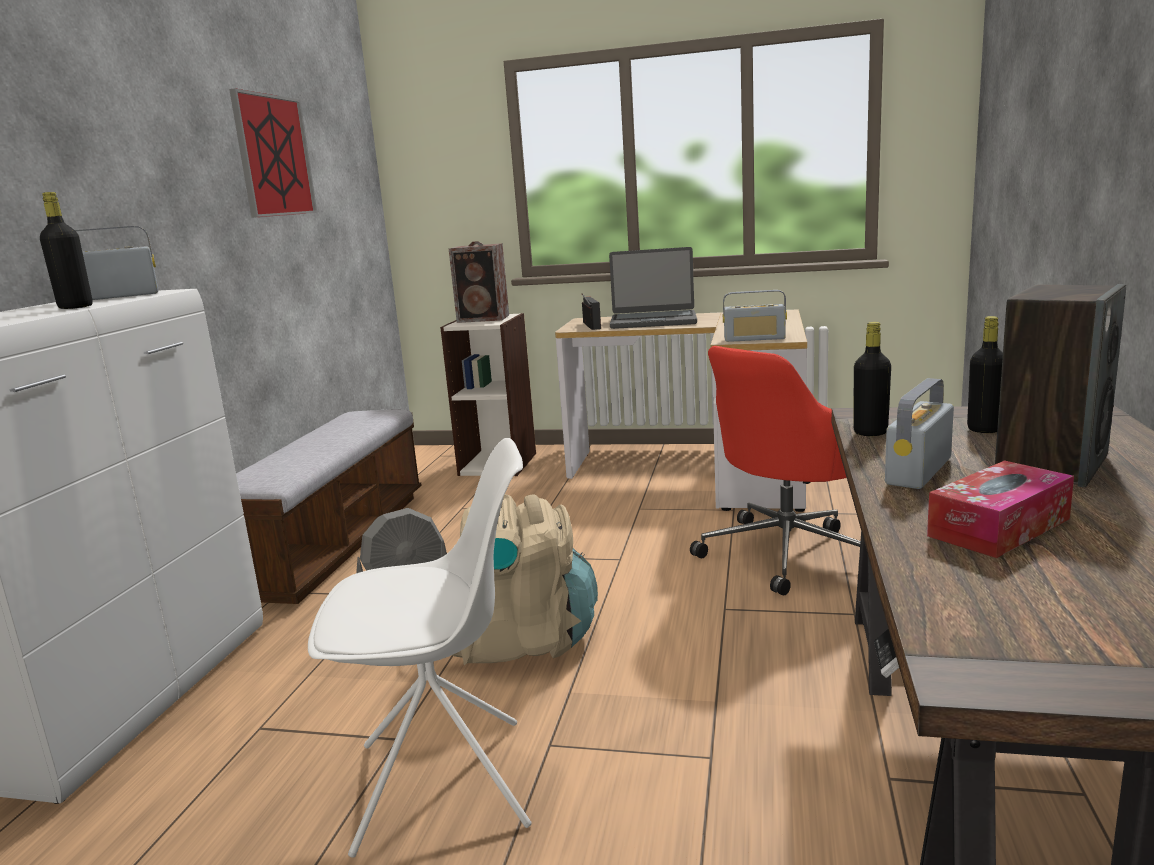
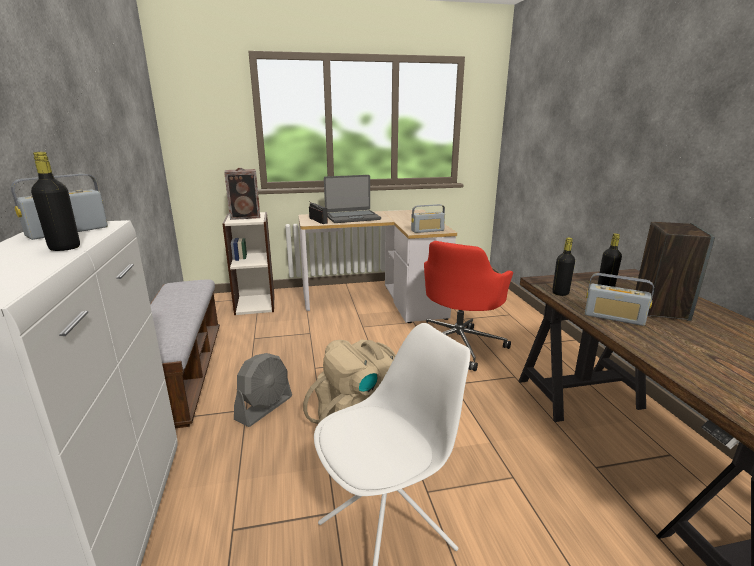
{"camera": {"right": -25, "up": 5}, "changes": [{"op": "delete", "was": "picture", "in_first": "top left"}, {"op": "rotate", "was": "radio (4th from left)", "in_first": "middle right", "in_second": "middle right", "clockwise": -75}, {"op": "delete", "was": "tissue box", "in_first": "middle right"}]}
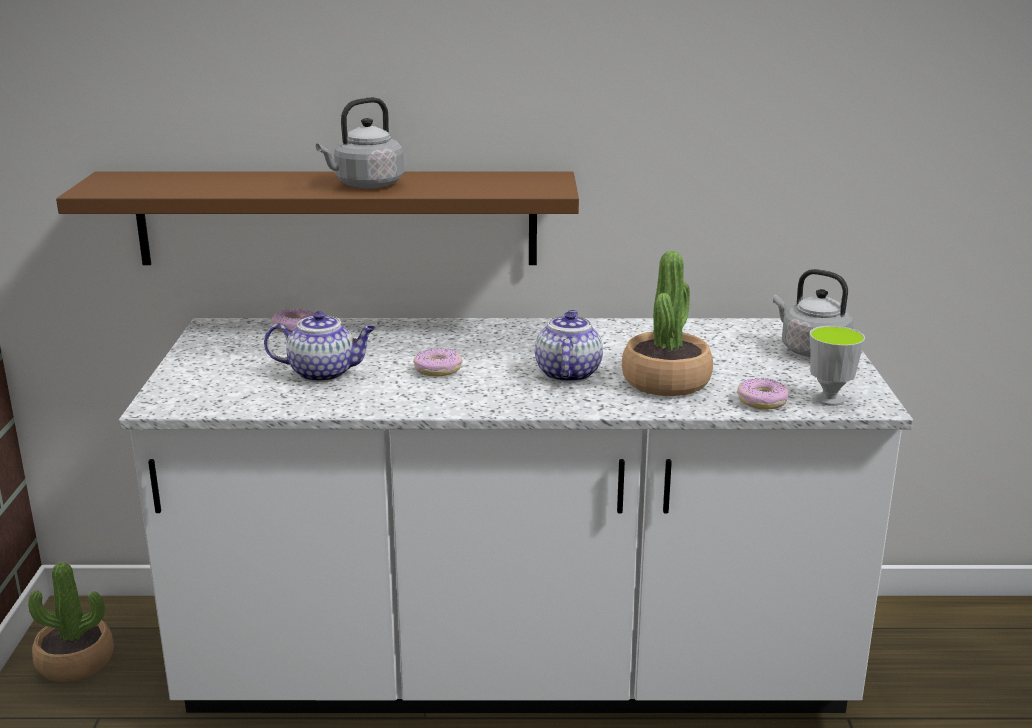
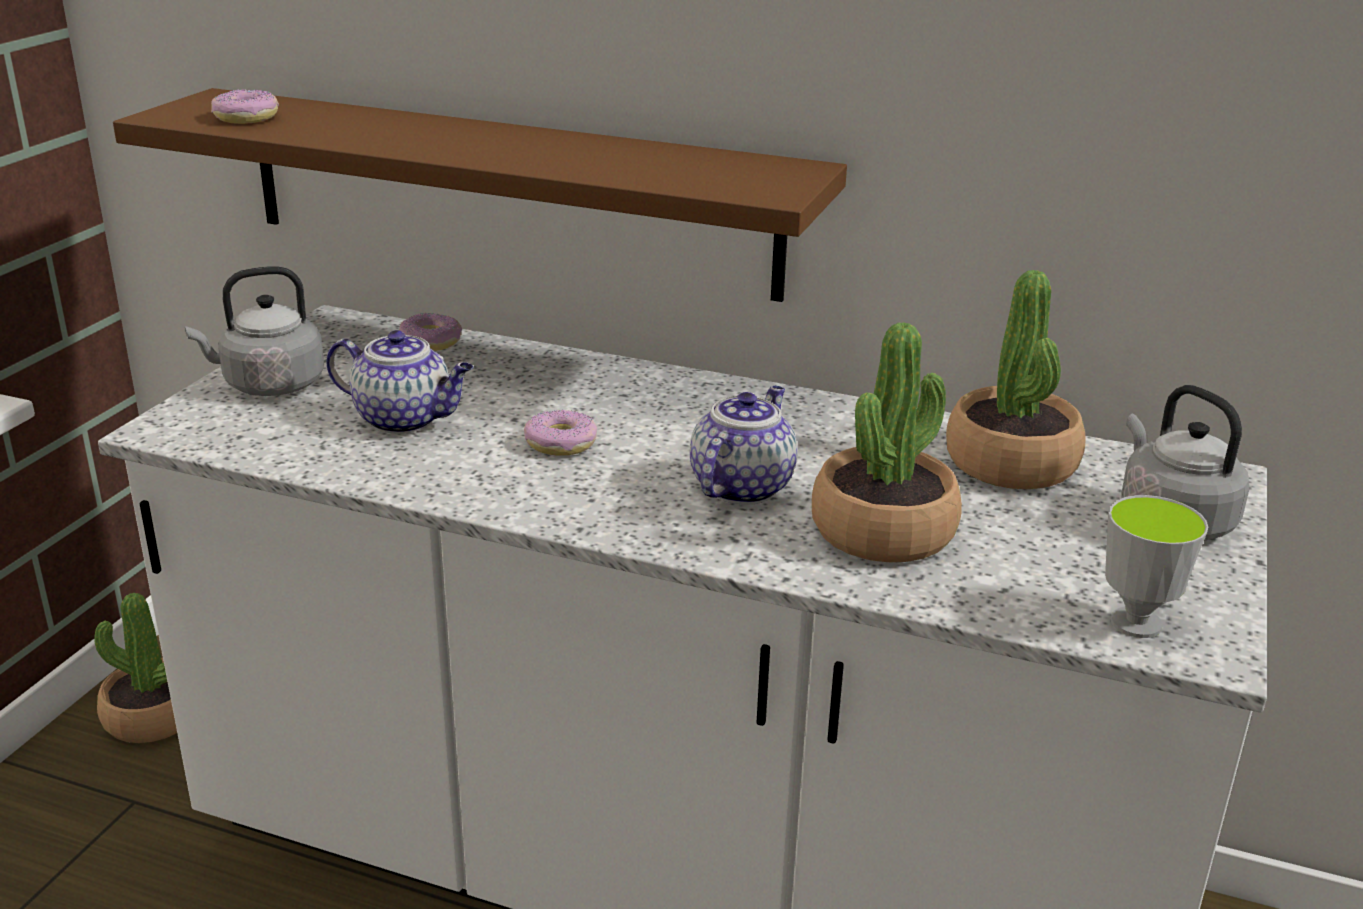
{"camera": {"right": 20, "up": 5}, "changes": [{"op": "move", "was": "grey kettle (1st from left)", "in_first": "top centre", "in_second": "middle left"}, {"op": "move", "was": "donut (3rd from left in the first image)", "now": "donut (1st from left)", "in_first": "middle right", "in_second": "top left"}, {"op": "insert", "now": "potted plant (3rd from left)", "in_second": "middle right"}]}
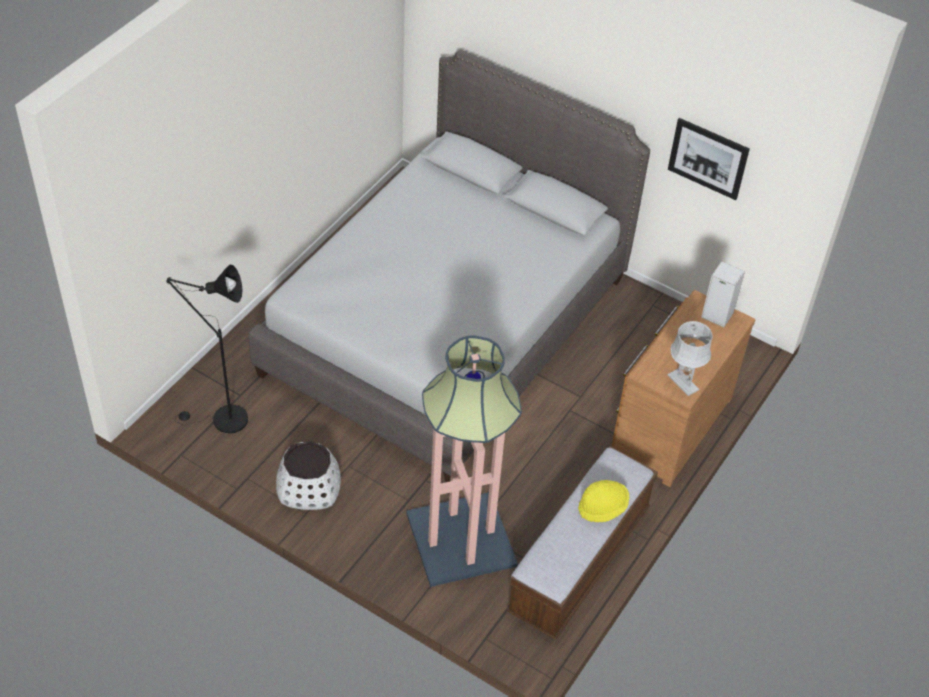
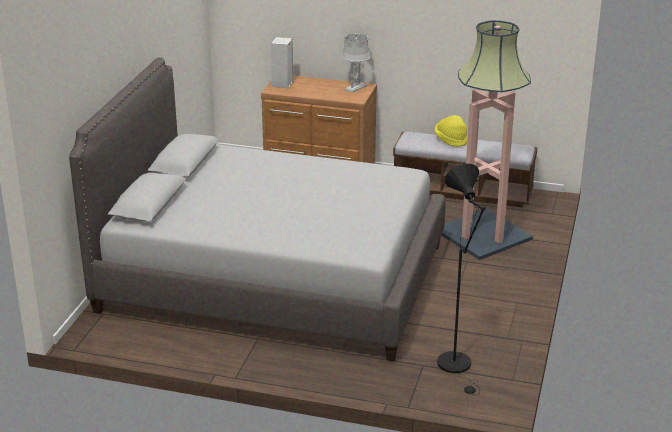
{"camera": {"right": -105, "up": -20}, "changes": [{"op": "delete", "was": "picture", "in_first": "top right"}, {"op": "delete", "was": "white planter", "in_first": "bottom left"}]}
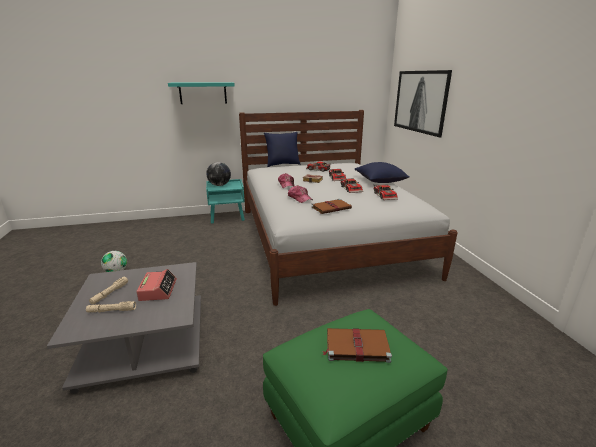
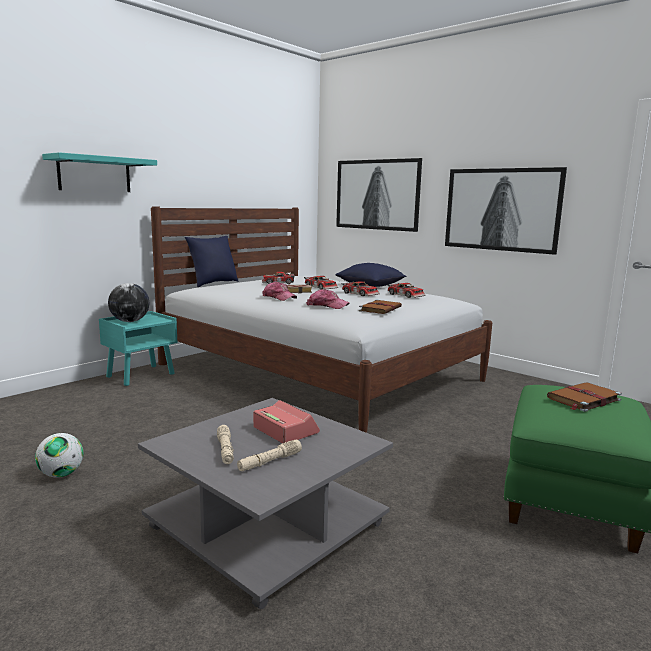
{"camera": {"right": -35, "up": -10}, "changes": [{"op": "insert", "now": "picture (2nd from left)", "in_second": "top right"}]}
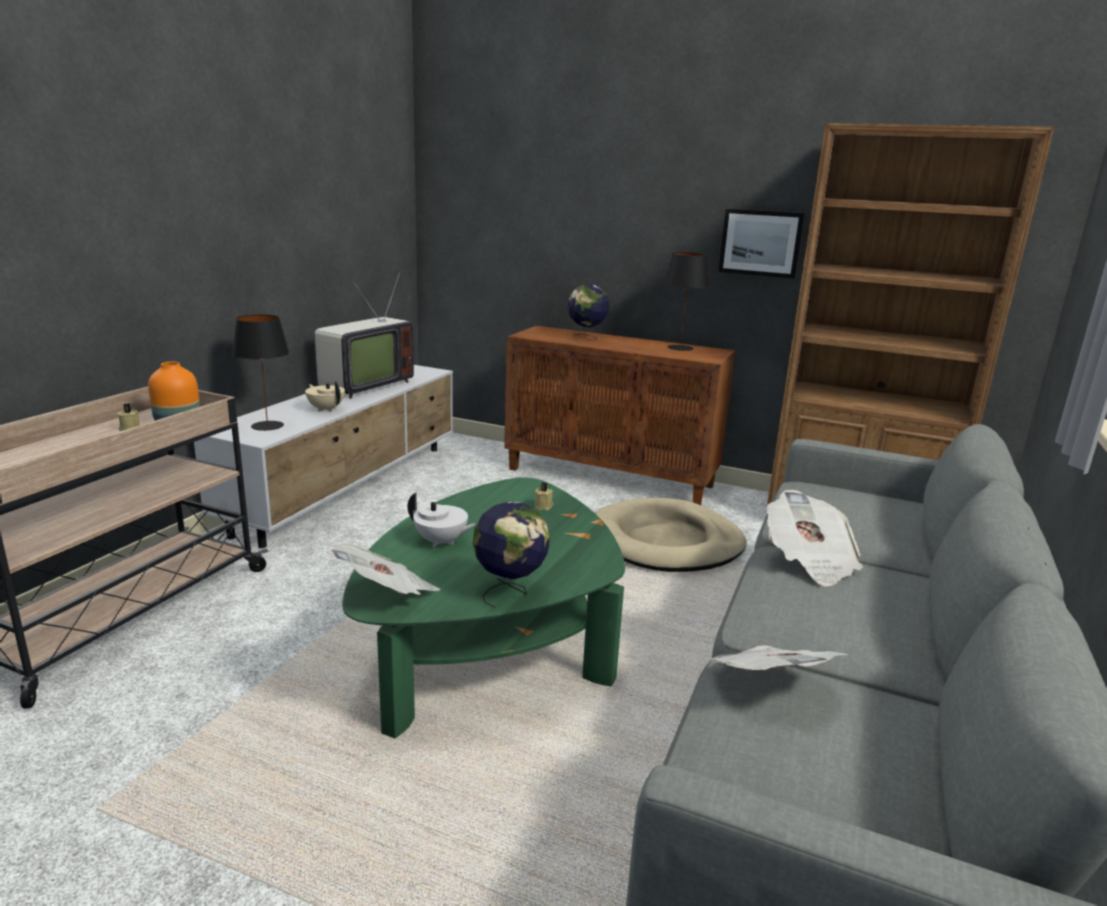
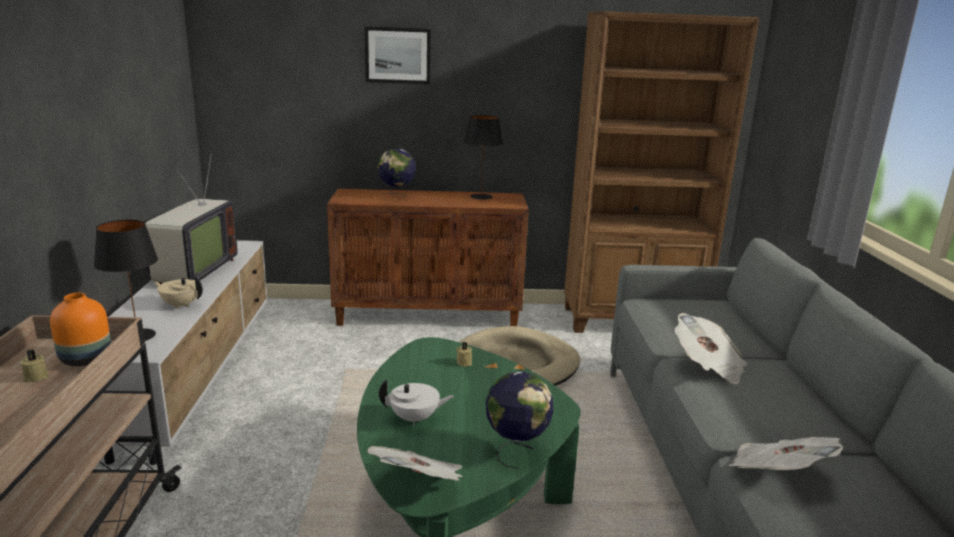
{"camera": {"right": -25, "up": 0}, "changes": [{"op": "move", "was": "picture", "in_first": "top right", "in_second": "top centre"}]}
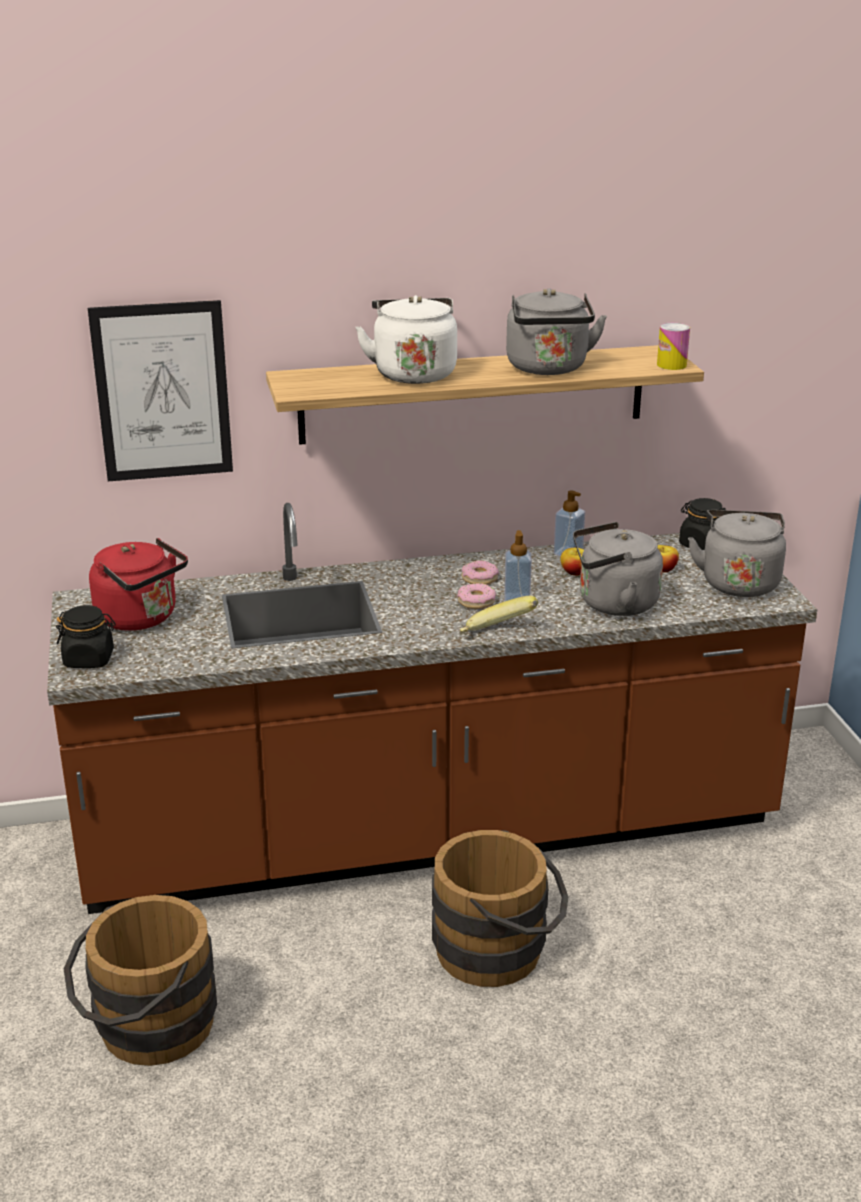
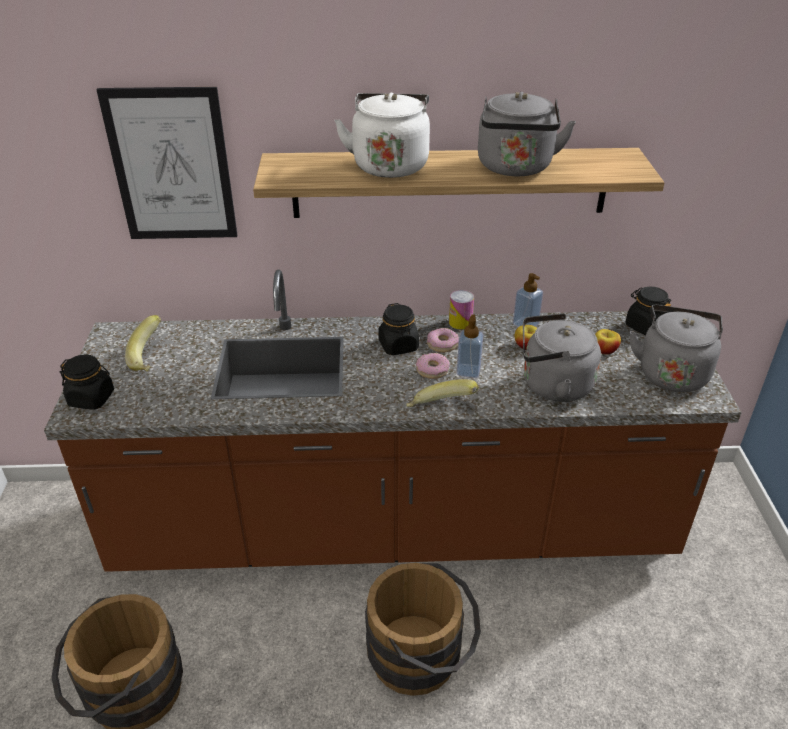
{"camera": {"right": 10, "up": 10}, "changes": [{"op": "move", "was": "can", "in_first": "top right", "in_second": "centre"}, {"op": "replace", "was": "red kettle", "now": "banana (1st from left)", "in_first": "middle left", "in_second": "middle left"}, {"op": "insert", "now": "black jar (2nd from left)", "in_second": "centre"}]}
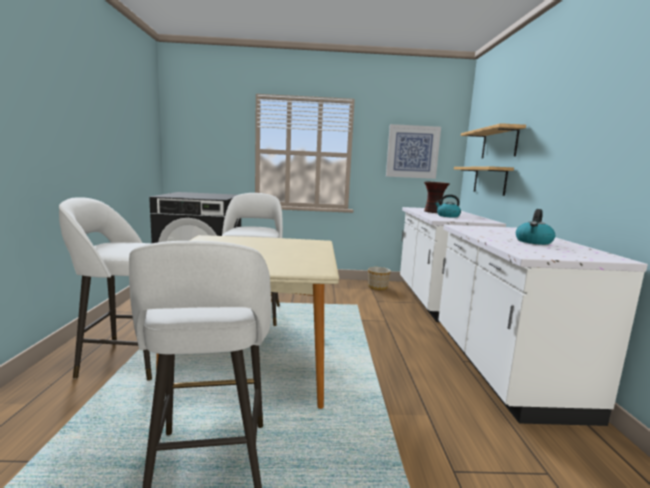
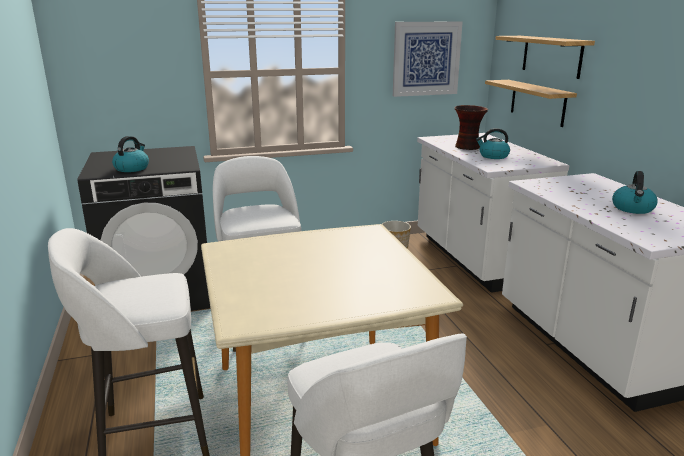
{"camera": {"right": -15, "up": 10}, "changes": [{"op": "insert", "now": "kettle (1st from left)", "in_second": "middle left"}]}
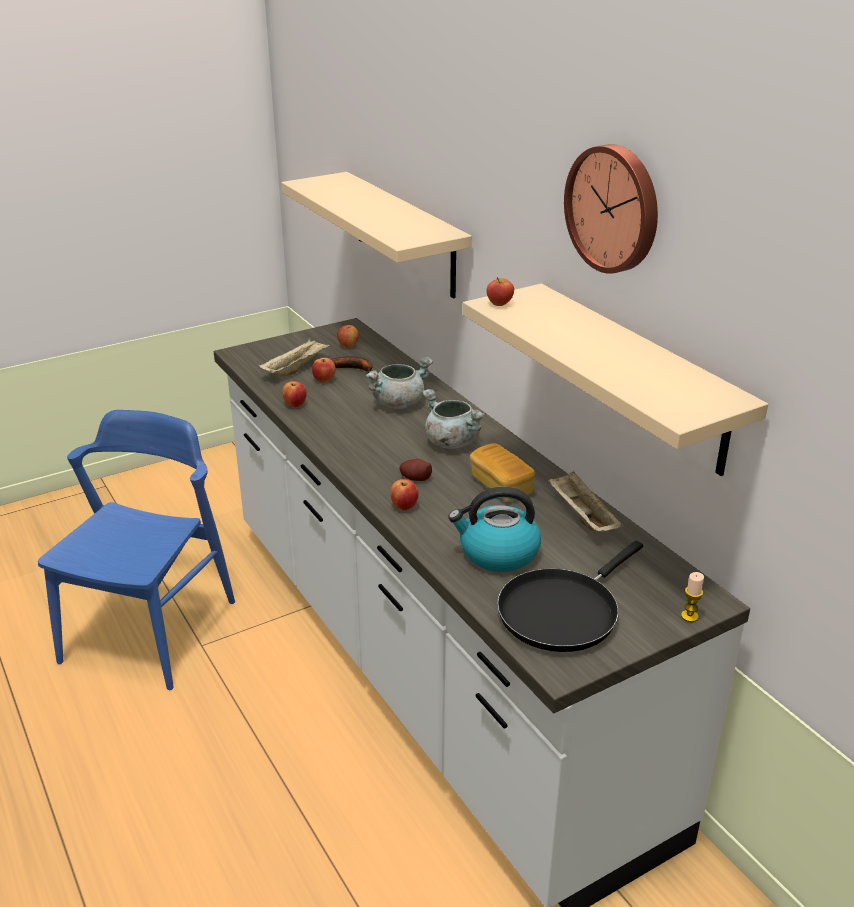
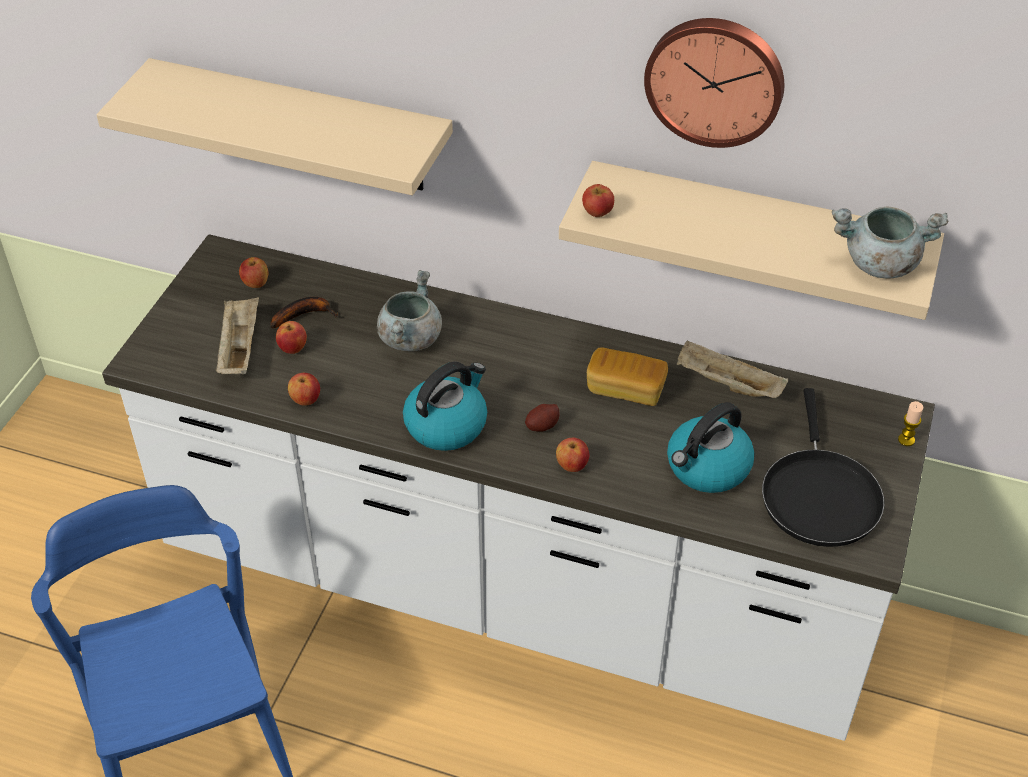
{"camera": {"right": -40, "up": 15}, "changes": [{"op": "move", "was": "grey cooking pot (2nd from left)", "in_first": "centre", "in_second": "top right"}, {"op": "insert", "now": "kettle (1st from left)", "in_second": "centre"}]}
